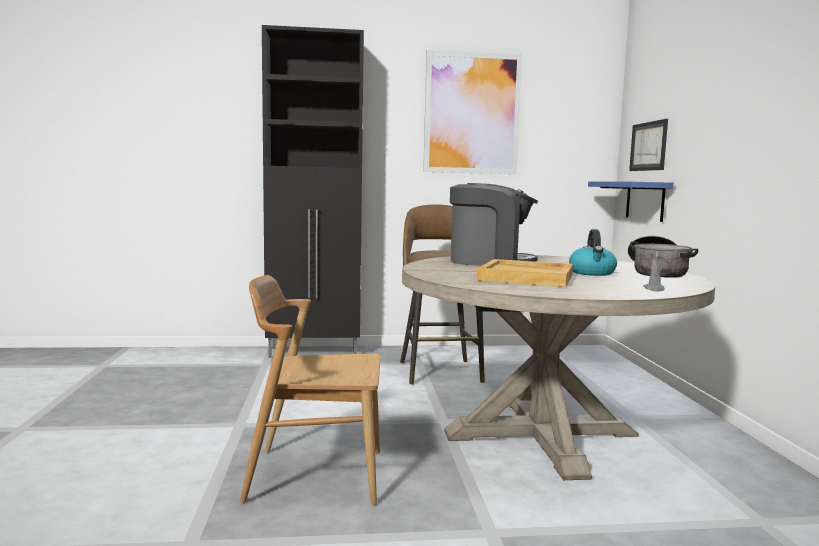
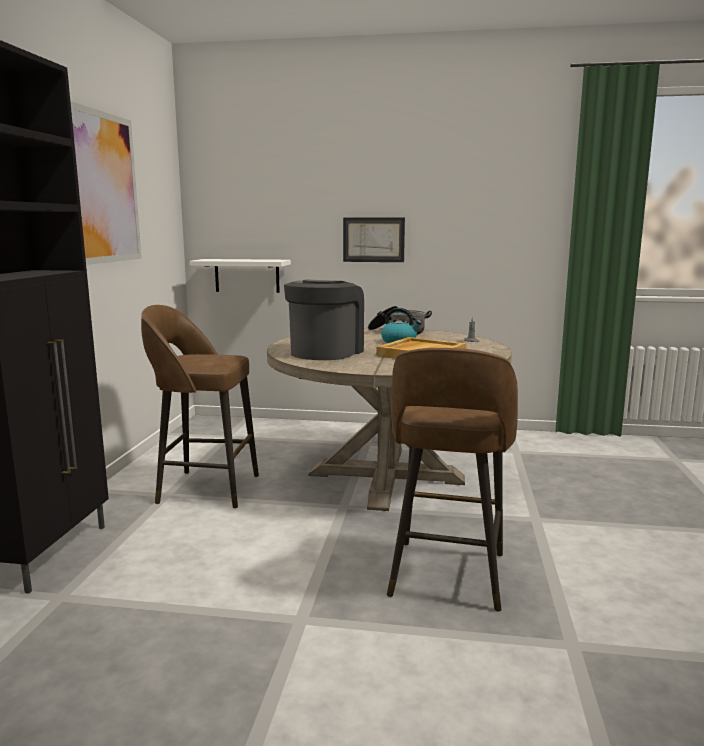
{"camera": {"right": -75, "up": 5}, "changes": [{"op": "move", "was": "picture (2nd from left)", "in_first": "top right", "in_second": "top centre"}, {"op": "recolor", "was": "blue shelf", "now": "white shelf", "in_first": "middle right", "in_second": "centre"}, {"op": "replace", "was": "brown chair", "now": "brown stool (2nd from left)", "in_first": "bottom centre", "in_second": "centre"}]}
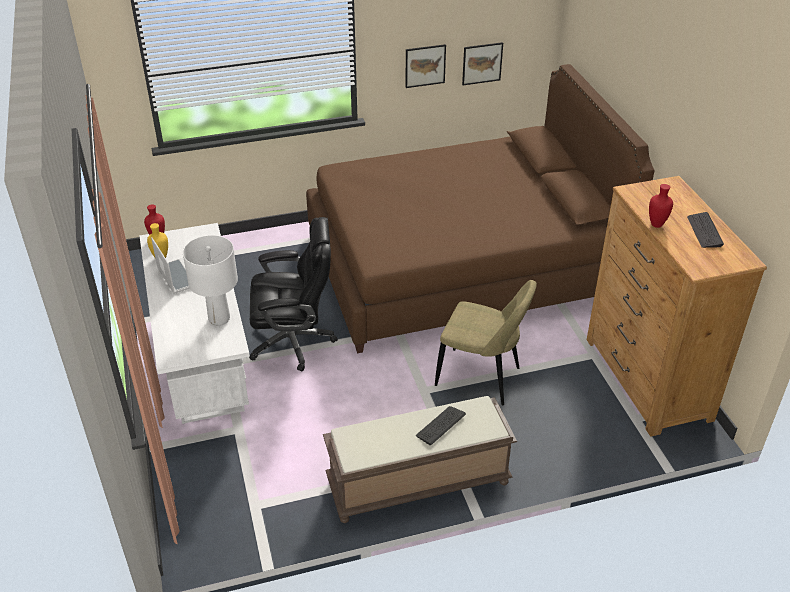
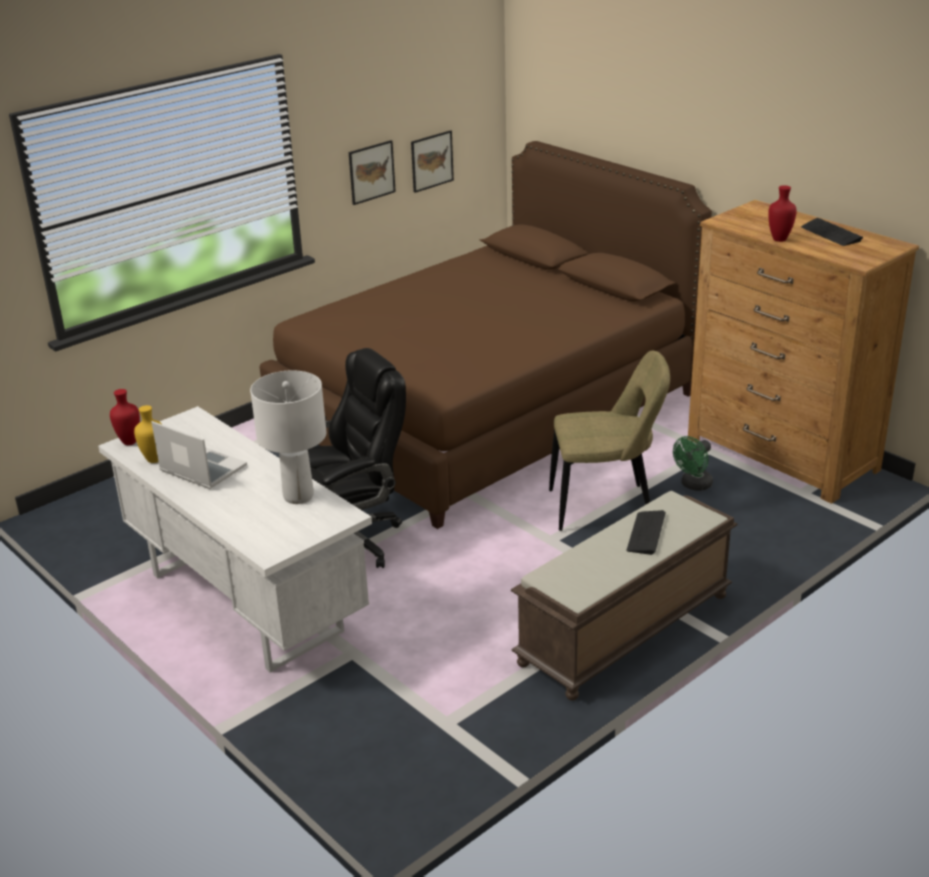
{"camera": {"right": -25, "up": -10}, "changes": [{"op": "insert", "now": "green fan", "in_second": "middle right"}]}
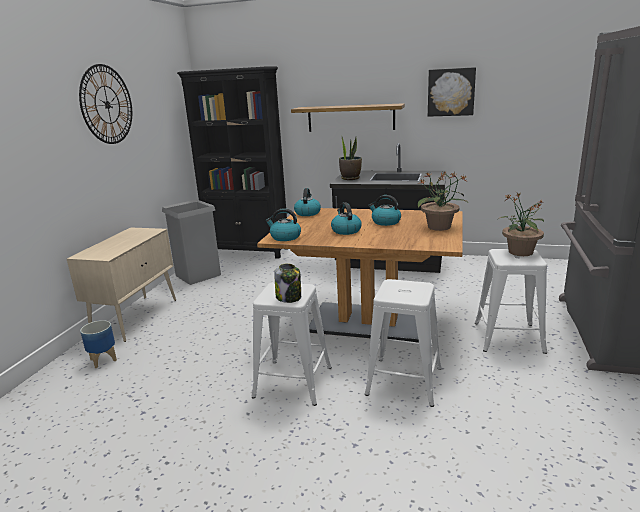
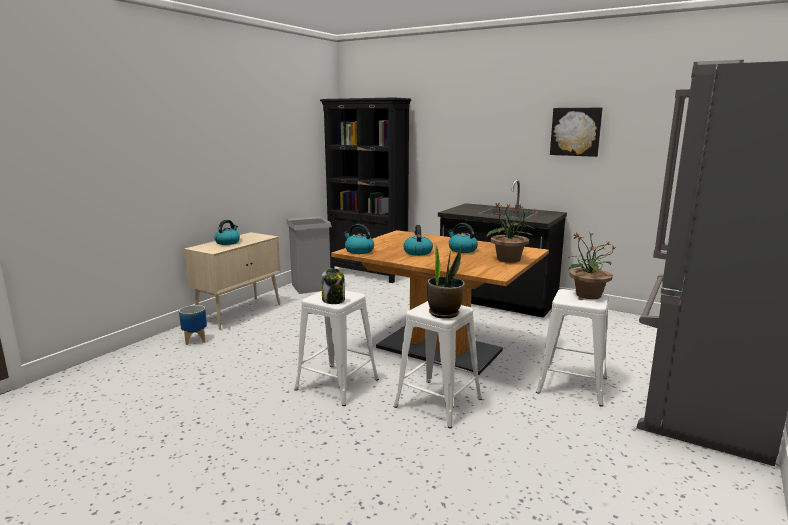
{"camera": {"right": 15, "up": -5}, "changes": [{"op": "delete", "was": "wall clock", "in_first": "top left"}, {"op": "delete", "was": "shelf", "in_first": "top centre"}, {"op": "move", "was": "potted plant (1st from left)", "in_first": "top centre", "in_second": "centre"}, {"op": "move", "was": "kettle (2nd from left in the first image)", "now": "kettle (1st from left)", "in_first": "centre", "in_second": "middle left"}]}
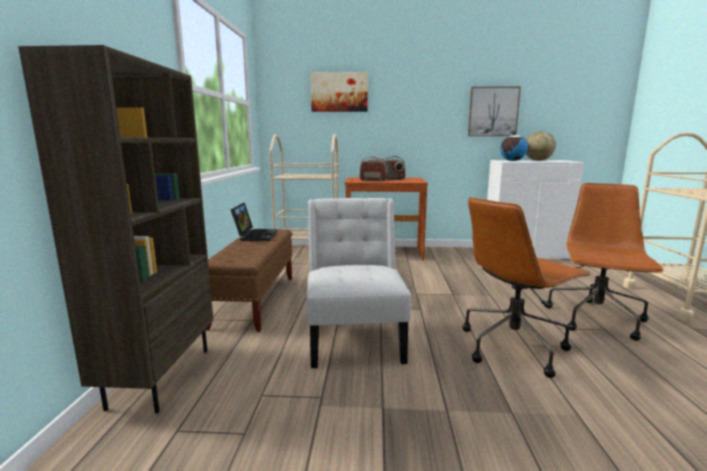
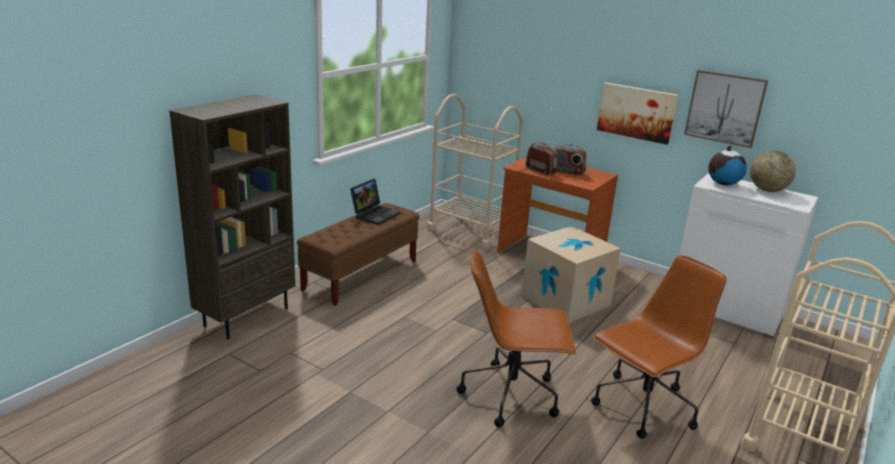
{"camera": {"right": 30, "up": 10}, "changes": [{"op": "move", "was": "picture (1st from left)", "in_first": "top centre", "in_second": "top right"}, {"op": "delete", "was": "white chair", "in_first": "centre"}, {"op": "insert", "now": "cardboard box", "in_second": "centre"}]}
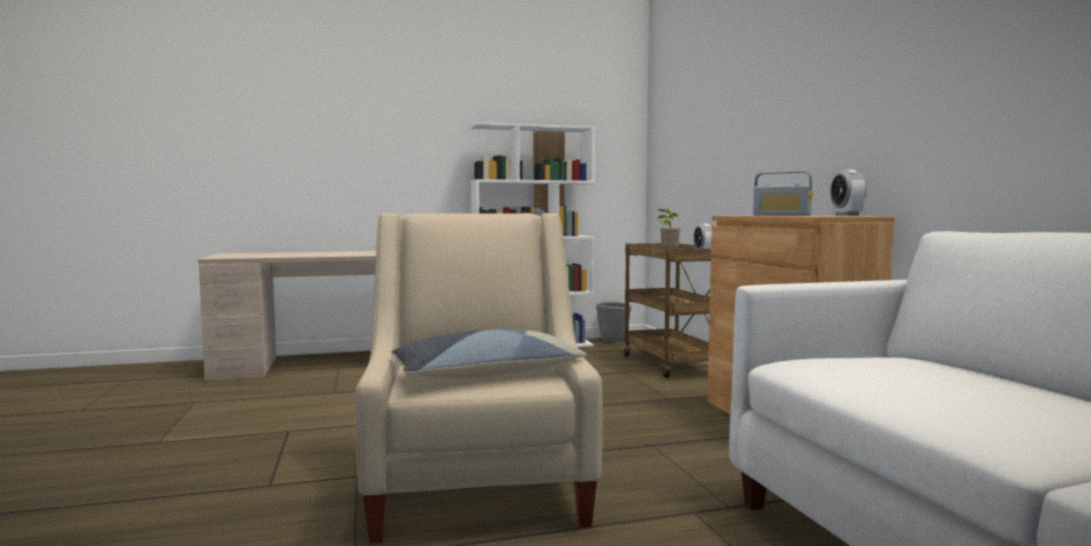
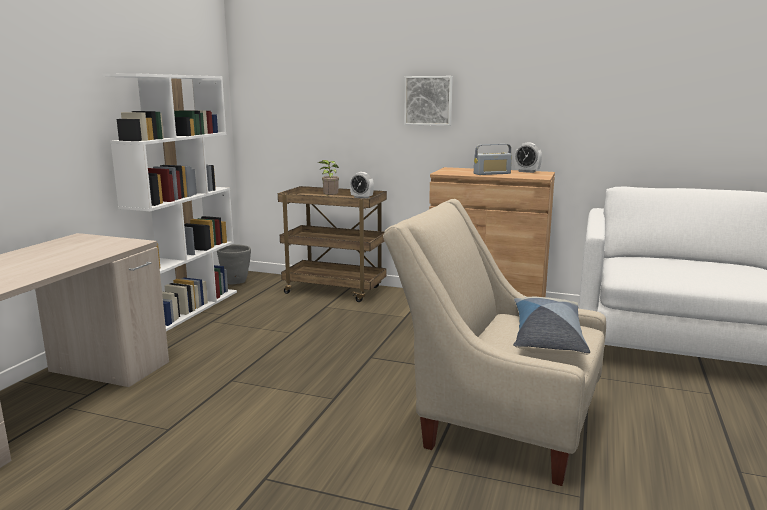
{"camera": {"right": -55, "up": 10}, "changes": [{"op": "insert", "now": "picture", "in_second": "top centre"}]}
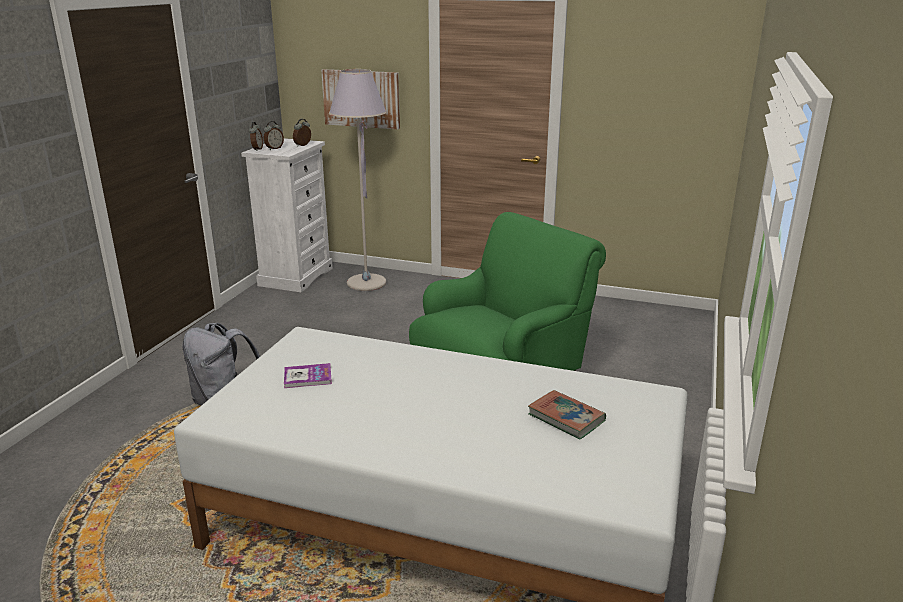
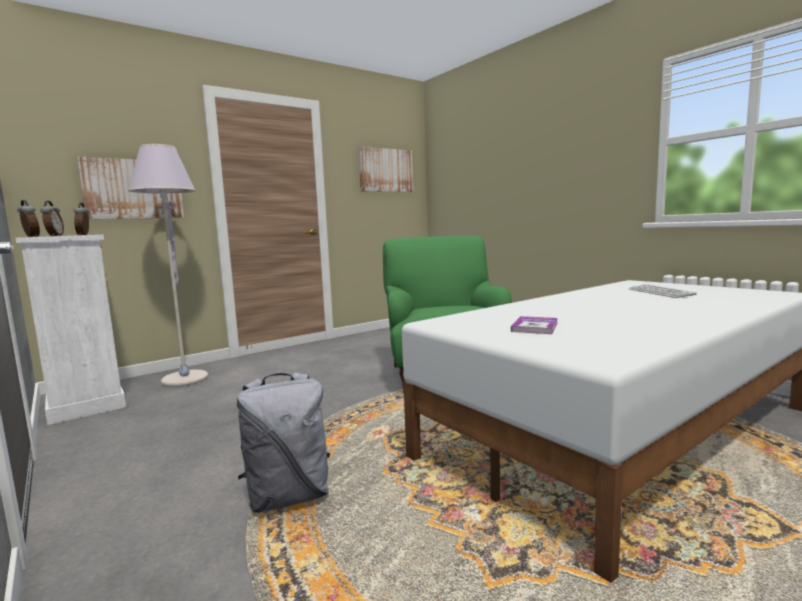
{"camera": {"right": -55, "up": -15}, "changes": [{"op": "replace", "was": "book (2nd from left)", "now": "keyboard", "in_first": "bottom centre", "in_second": "middle right"}, {"op": "insert", "now": "picture (2nd from left)", "in_second": "top centre"}]}
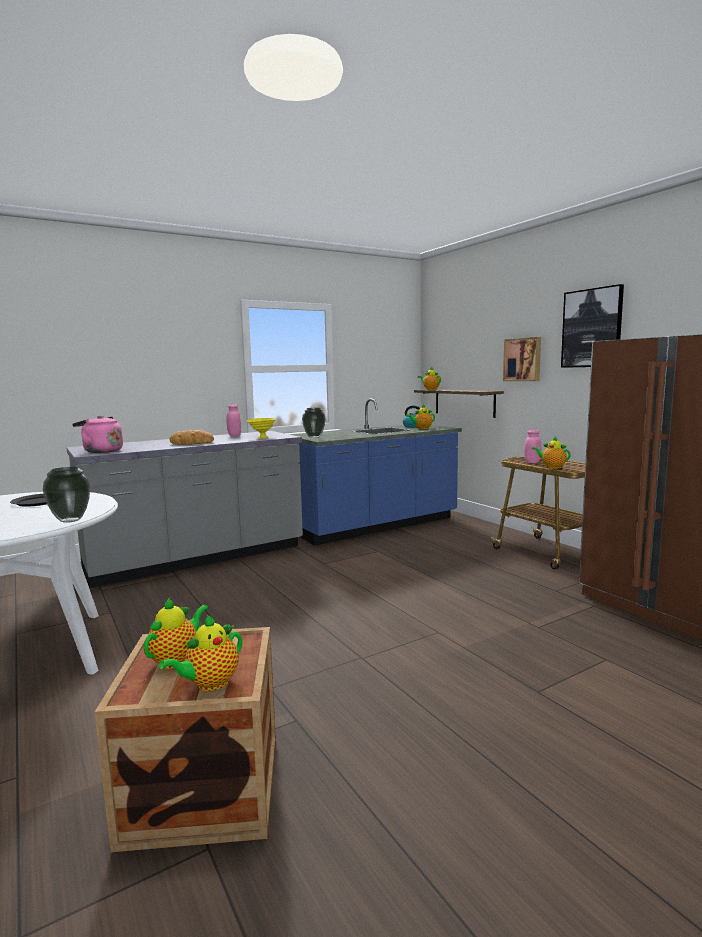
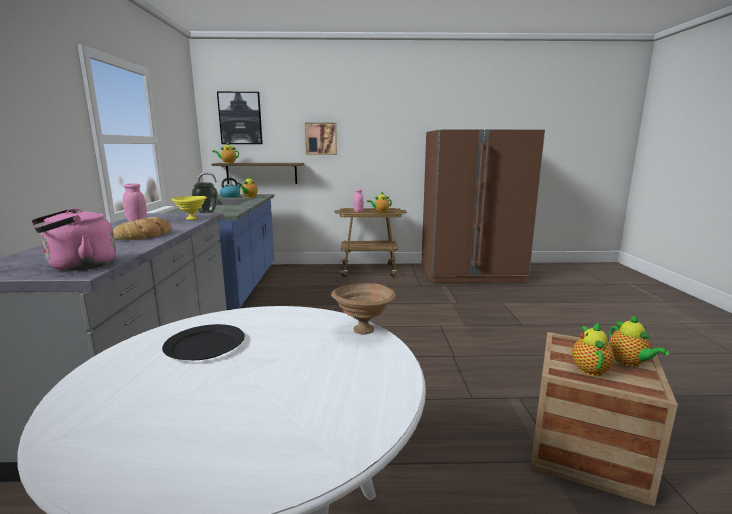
{"camera": {"right": -60, "up": 5}, "changes": [{"op": "move", "was": "picture (2nd from left in the first image)", "now": "picture (1st from left)", "in_first": "middle right", "in_second": "top left"}, {"op": "replace", "was": "vase (1st from left)", "now": "brown bowl", "in_first": "middle left", "in_second": "centre"}, {"op": "rotate", "was": "teapot (1st from left in the first image)", "in_first": "bottom left", "in_second": "bottom right", "clockwise": 45}]}
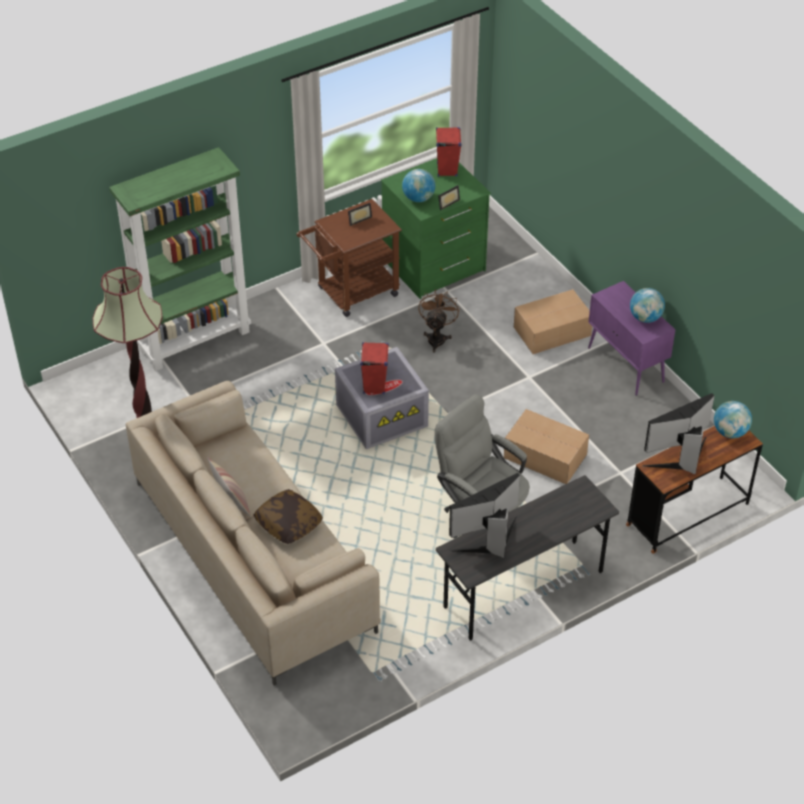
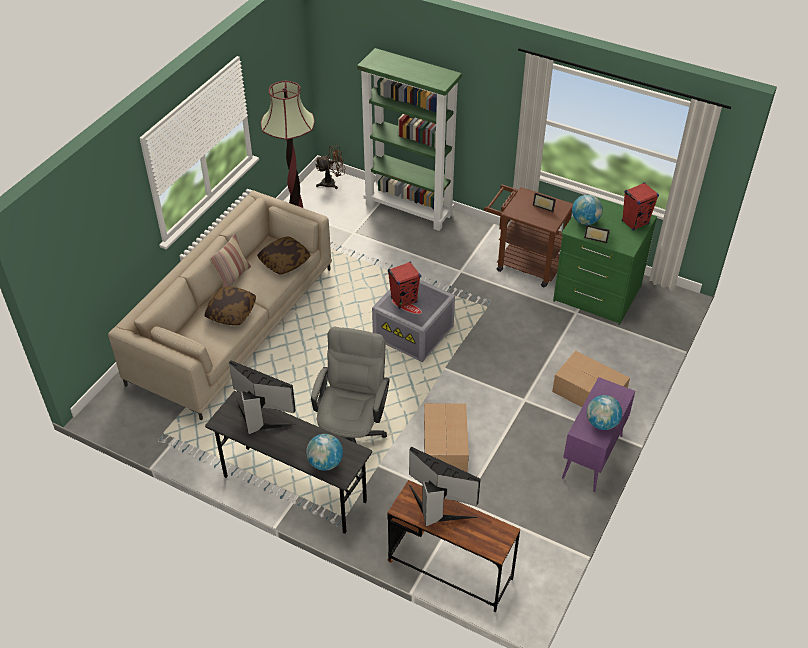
{"camera": {"right": 60, "up": 0}, "changes": [{"op": "move", "was": "brown fan", "in_first": "centre", "in_second": "top centre"}, {"op": "move", "was": "globe (3rd from left in the first image)", "now": "globe (1st from left)", "in_first": "middle right", "in_second": "bottom centre"}, {"op": "insert", "now": "pillow (3rd from left)", "in_second": "centre"}]}
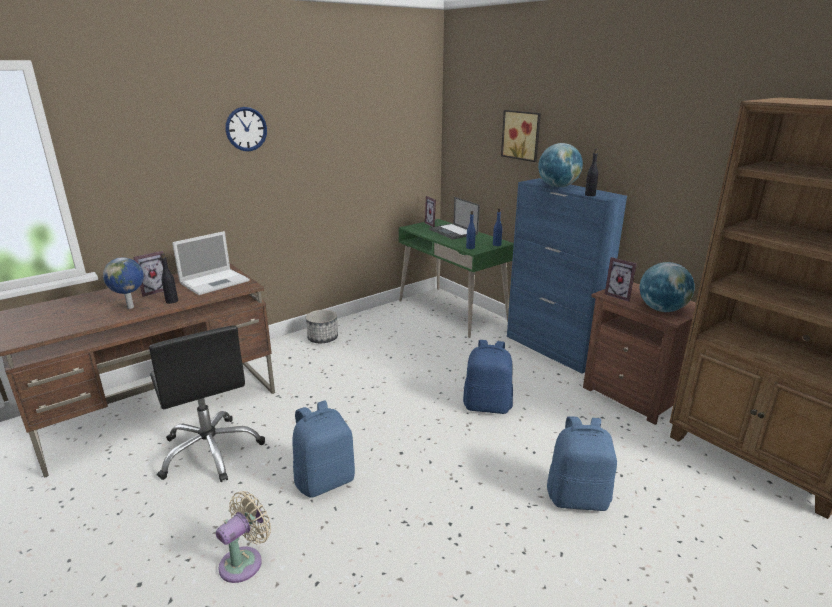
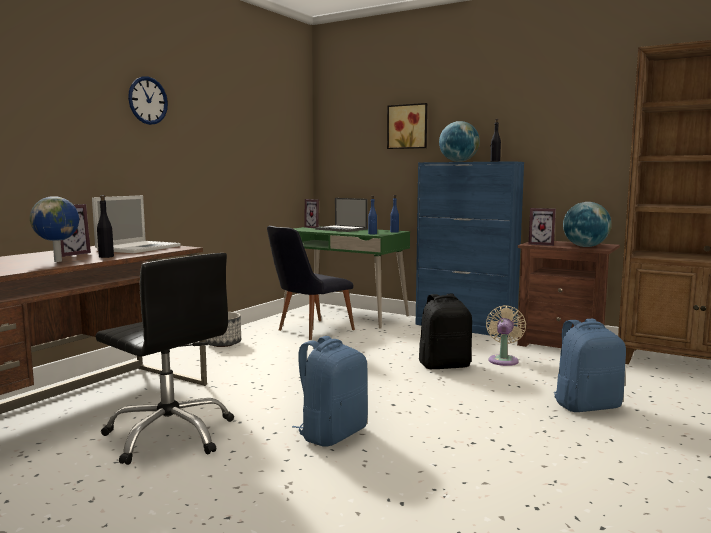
{"camera": {"right": -20, "up": -15}, "changes": [{"op": "recolor", "was": "blue backpack (2nd from left)", "now": "black backpack", "in_first": "centre", "in_second": "centre"}, {"op": "move", "was": "beige fan", "in_first": "bottom left", "in_second": "middle right"}, {"op": "insert", "now": "black chair", "in_second": "centre"}]}
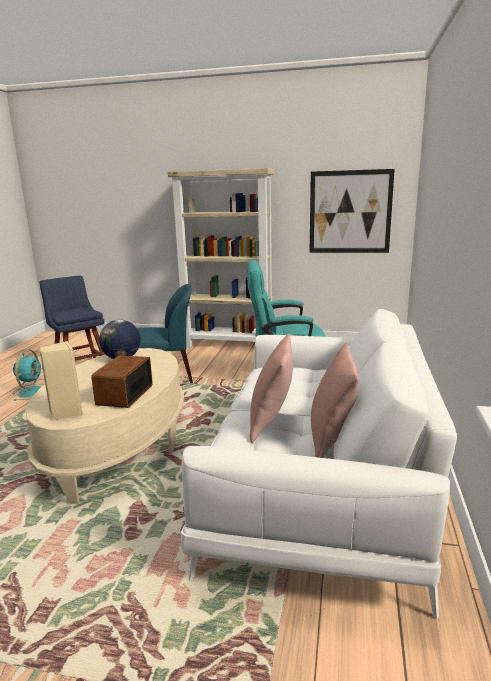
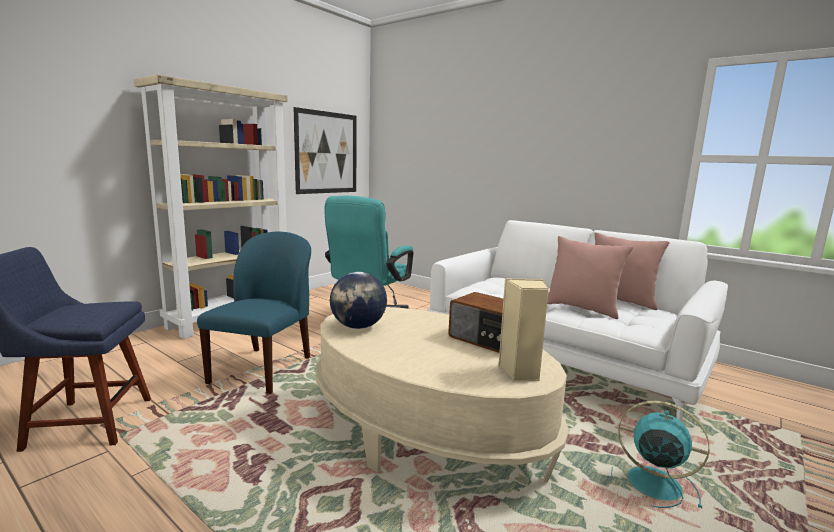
{"camera": {"right": -65, "up": -5}, "changes": [{"op": "move", "was": "turquoise fan", "in_first": "middle left", "in_second": "bottom right"}]}
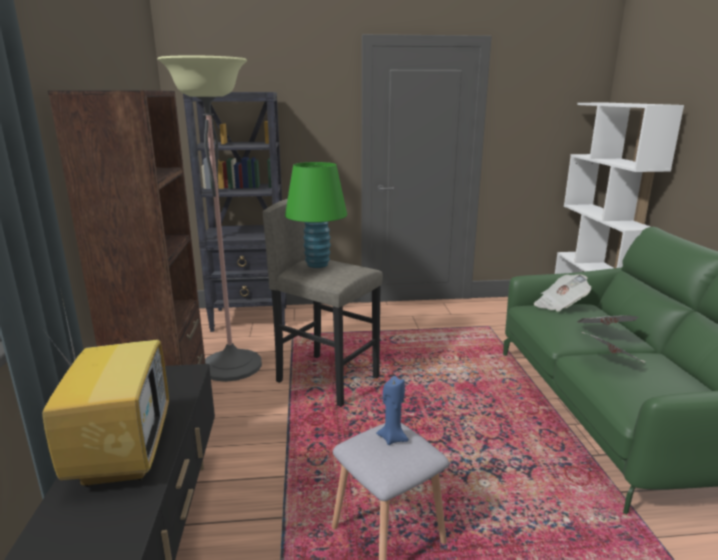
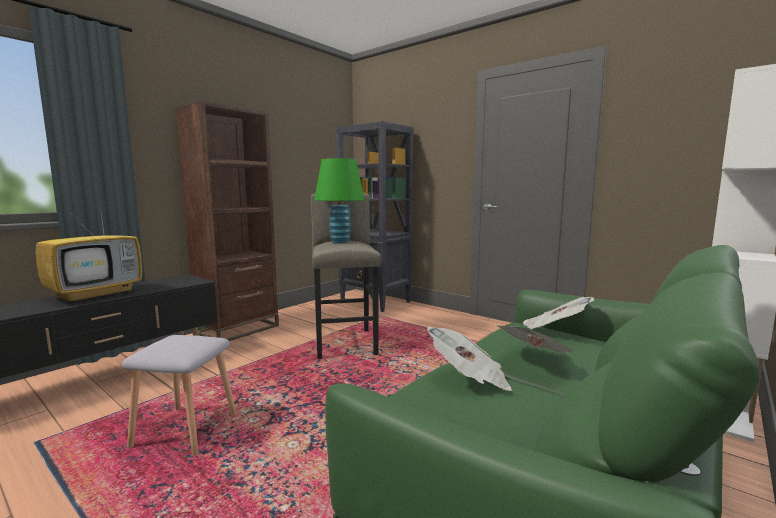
{"camera": {"right": 45, "up": -10}, "changes": [{"op": "delete", "was": "floor lamp", "in_first": "middle left"}, {"op": "delete", "was": "blue candle", "in_first": "bottom centre"}]}
